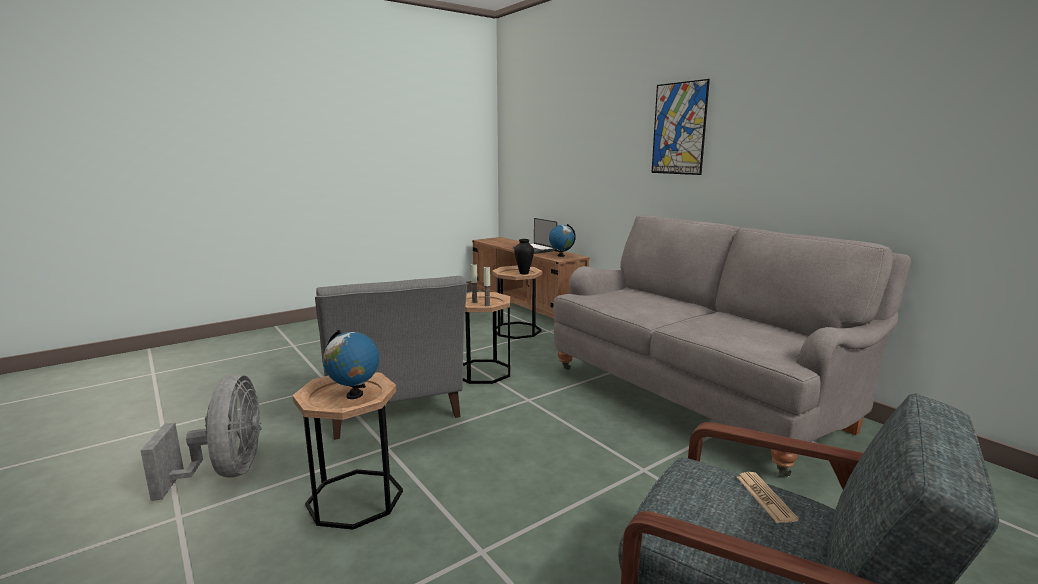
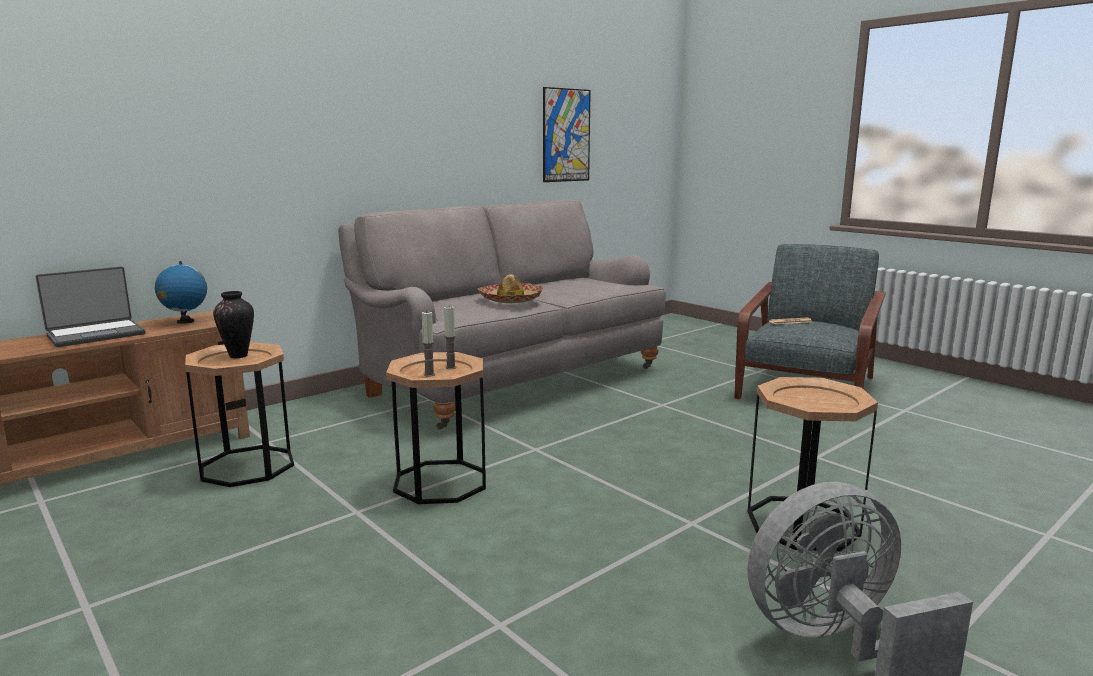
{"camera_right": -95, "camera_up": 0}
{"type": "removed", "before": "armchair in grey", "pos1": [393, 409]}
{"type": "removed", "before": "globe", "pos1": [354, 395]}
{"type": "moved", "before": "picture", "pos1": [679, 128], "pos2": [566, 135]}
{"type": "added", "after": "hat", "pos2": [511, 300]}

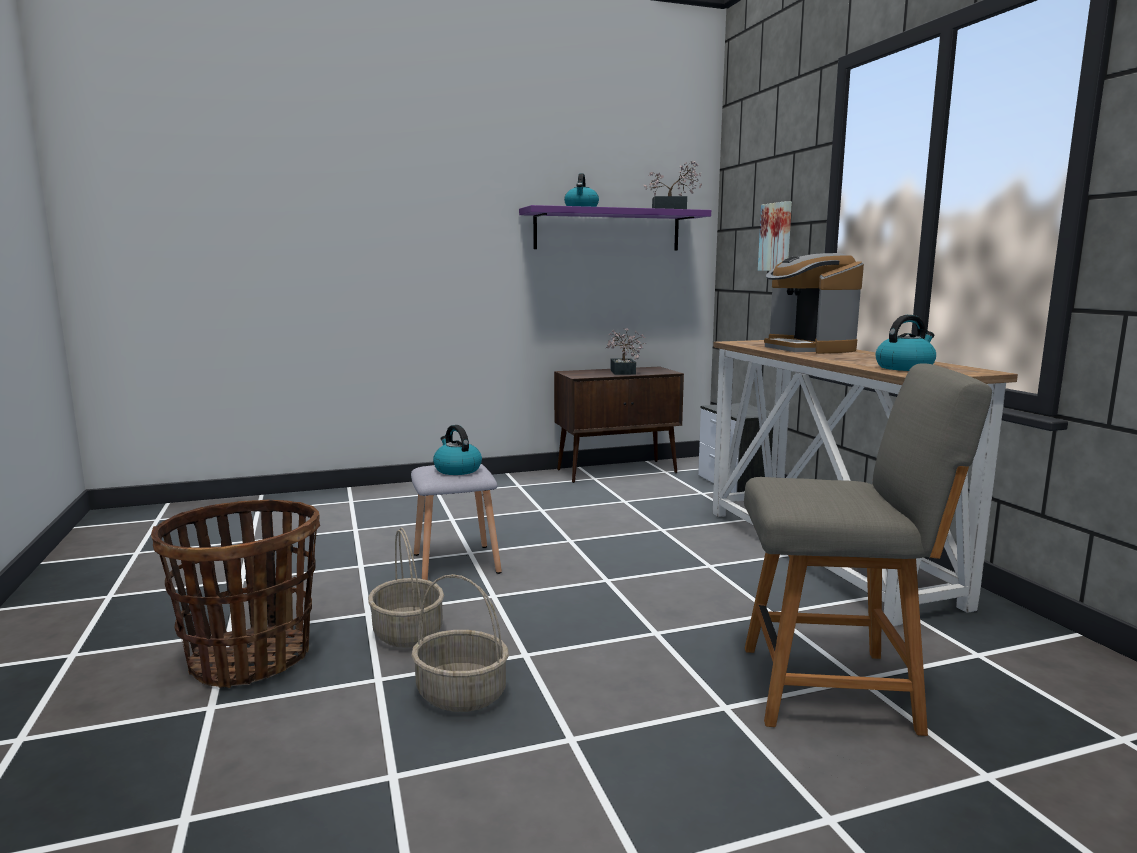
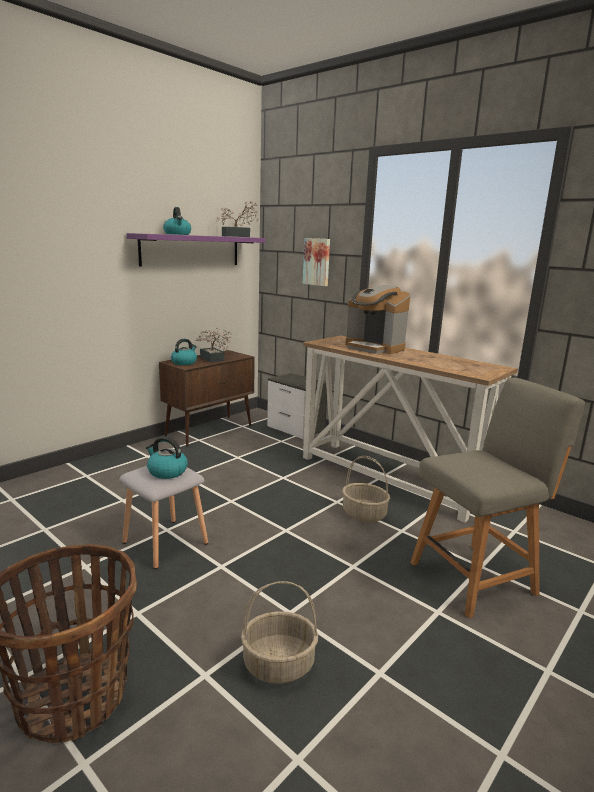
{"camera_right": -30, "camera_up": 5}
{"type": "moved", "before": "basket", "pos1": [409, 633], "pos2": [364, 514]}
{"type": "moved", "before": "kettle", "pos1": [904, 368], "pos2": [184, 362]}

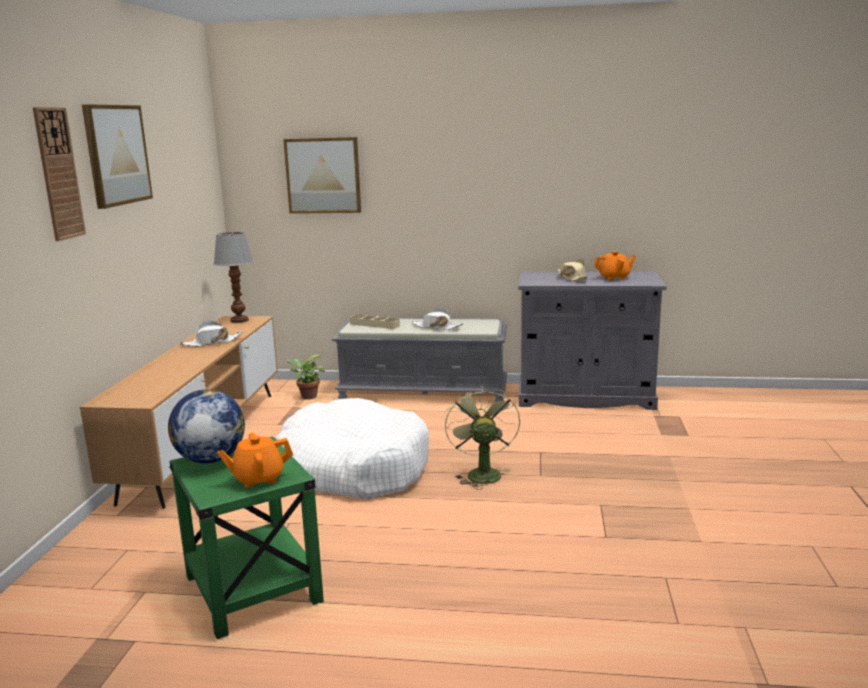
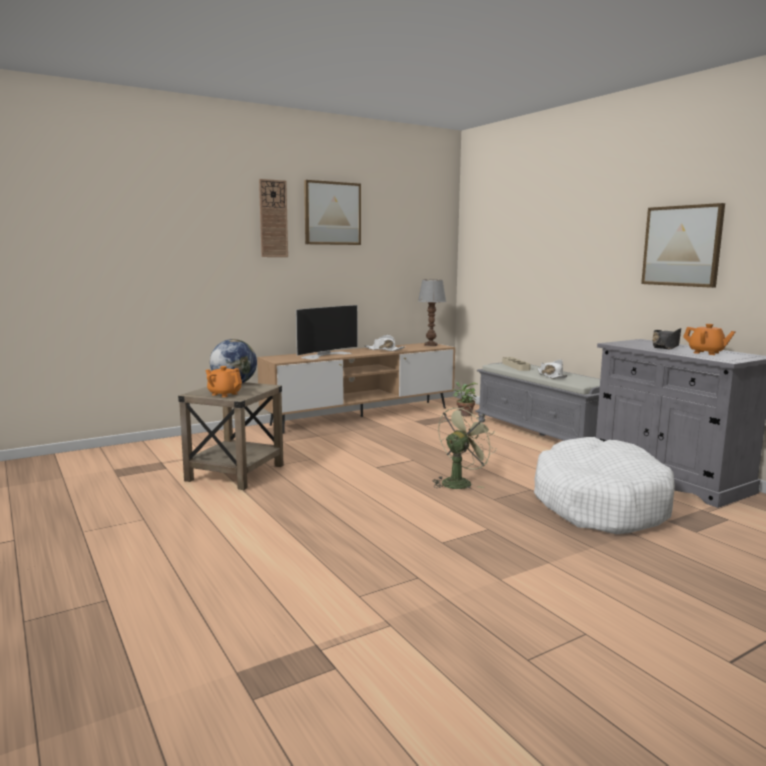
{"camera_right": 50, "camera_up": -5}
{"type": "recoloured", "before": "side table in green", "after": "side table in beige", "pos1": [252, 589], "pos2": [236, 473]}
{"type": "moved", "before": "dog bed in white", "pos1": [353, 467], "pos2": [599, 503]}
{"type": "moved", "before": "picture", "pos1": [323, 175], "pos2": [682, 246]}
{"type": "recoloured", "before": "hat in beige", "after": "hat in black", "pos1": [572, 278], "pos2": [665, 347]}
{"type": "added", "after": "television", "pos2": [325, 355]}

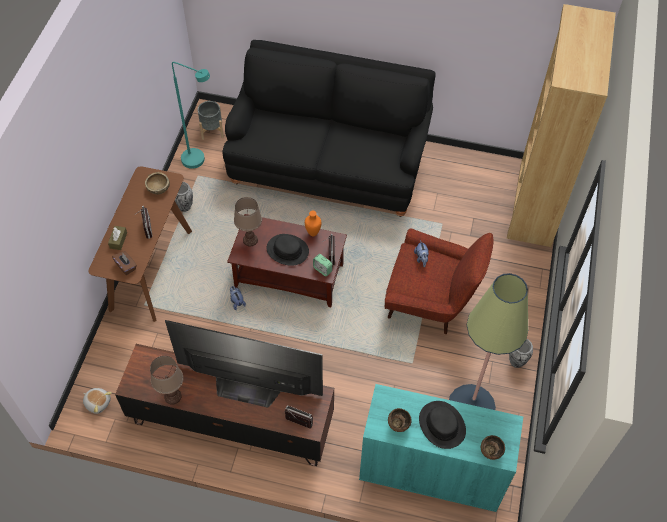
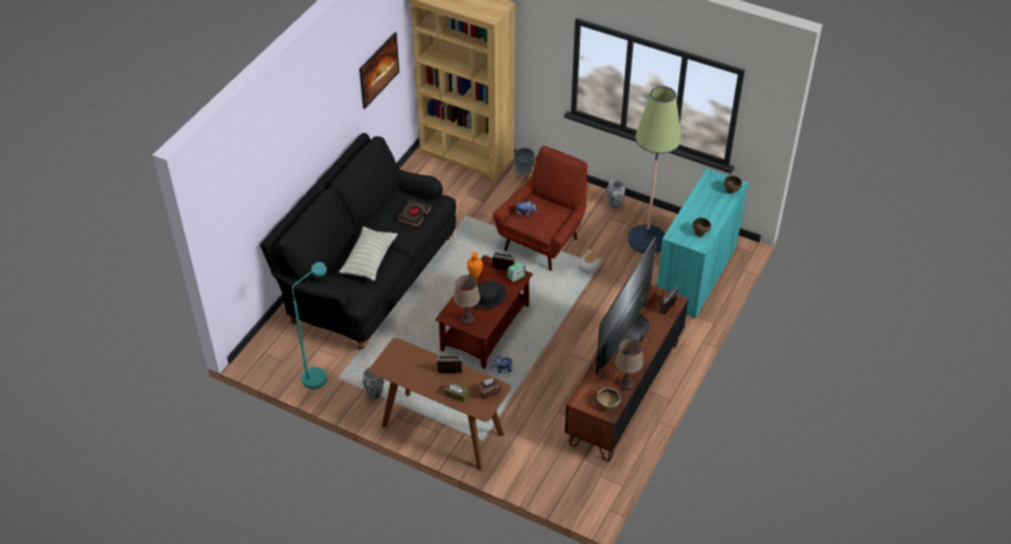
{"camera_right": -75, "camera_up": -10}
{"type": "moved", "before": "plush toy", "pos1": [98, 402], "pos2": [588, 267]}
{"type": "moved", "before": "bowl in brown", "pos1": [158, 188], "pos2": [608, 403]}
{"type": "moved", "before": "planter in grey", "pos1": [212, 130], "pos2": [524, 177]}
{"type": "removed", "before": "hat in black", "pos1": [442, 425]}
{"type": "added", "after": "pillow", "pos2": [369, 260]}
{"type": "added", "after": "picture", "pos2": [379, 80]}
{"type": "added", "after": "book in black", "pos2": [414, 215]}

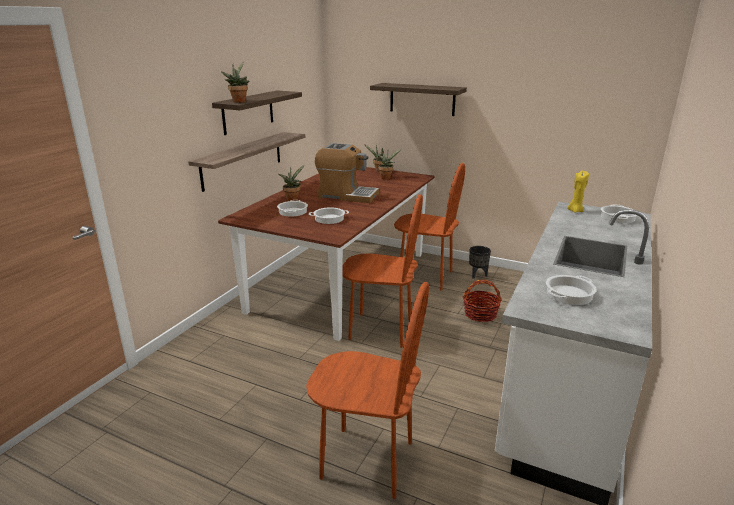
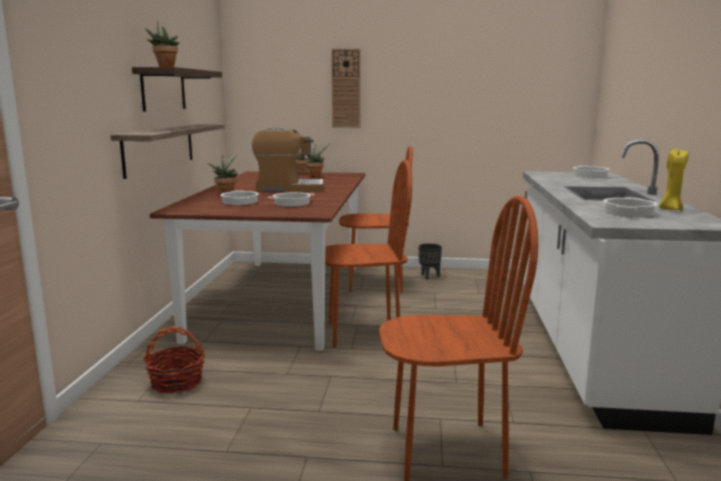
{"camera_right": -20, "camera_up": -10}
{"type": "replaced", "before": "shelf", "after": "wall clock", "pos1": [422, 99], "pos2": [346, 88]}
{"type": "moved", "before": "basket", "pos1": [480, 314], "pos2": [177, 382]}
{"type": "moved", "before": "candle in yellow", "pos1": [575, 211], "pos2": [670, 209]}

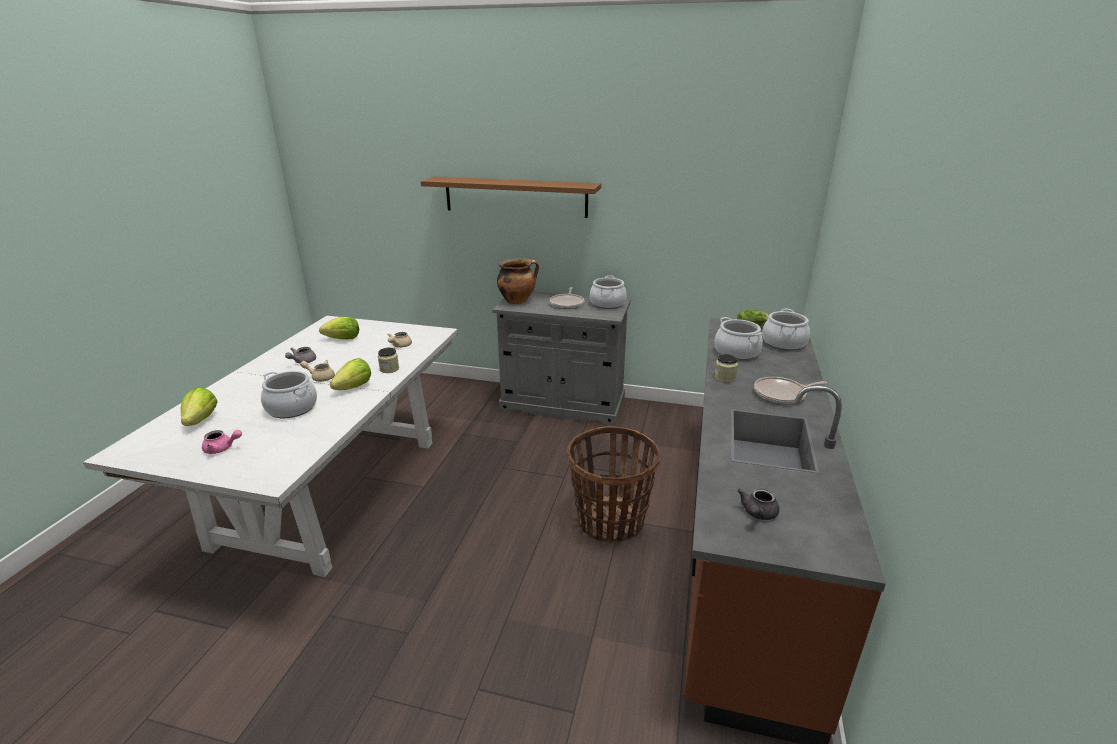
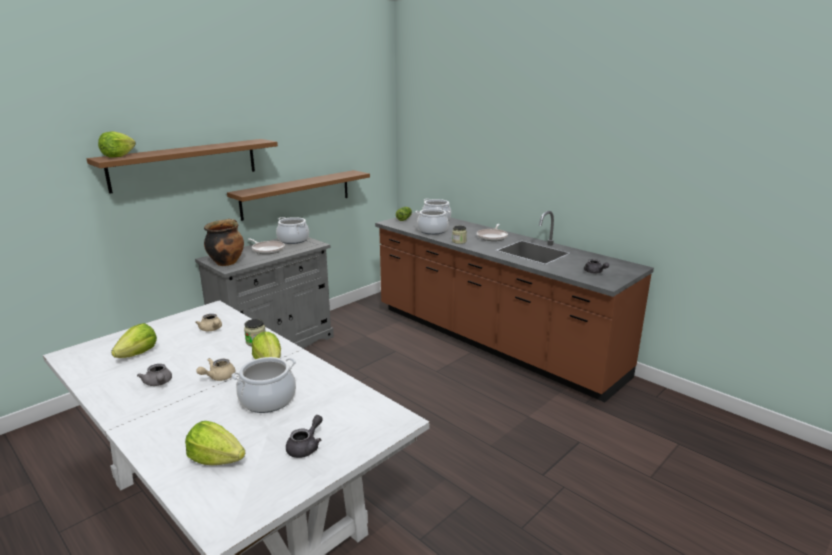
{"camera_right": -60, "camera_up": -5}
{"type": "recoloured", "before": "teapot in pink", "after": "teapot in grey", "pos1": [222, 449], "pos2": [306, 447]}
{"type": "removed", "before": "basket", "pos1": [610, 522]}
{"type": "added", "after": "lettuce", "pos2": [118, 156]}
{"type": "added", "after": "shelf in brown", "pos2": [296, 194]}

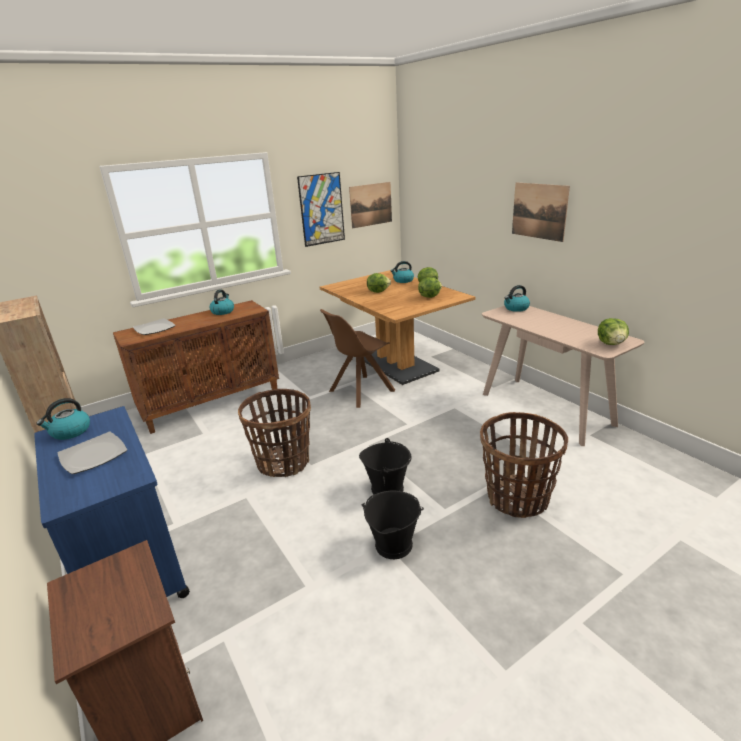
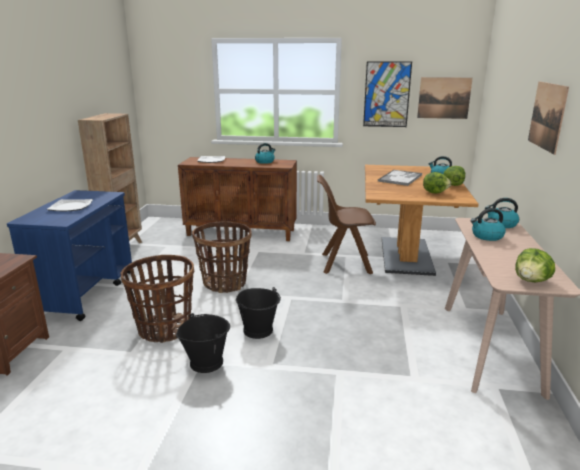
{"camera_right": 40, "camera_up": -5}
{"type": "moved", "before": "kettle", "pos1": [70, 432], "pos2": [486, 236]}
{"type": "replaced", "before": "lettuce", "after": "tray", "pos1": [378, 291], "pos2": [400, 178]}
{"type": "moved", "before": "basket", "pos1": [517, 498], "pos2": [164, 329]}

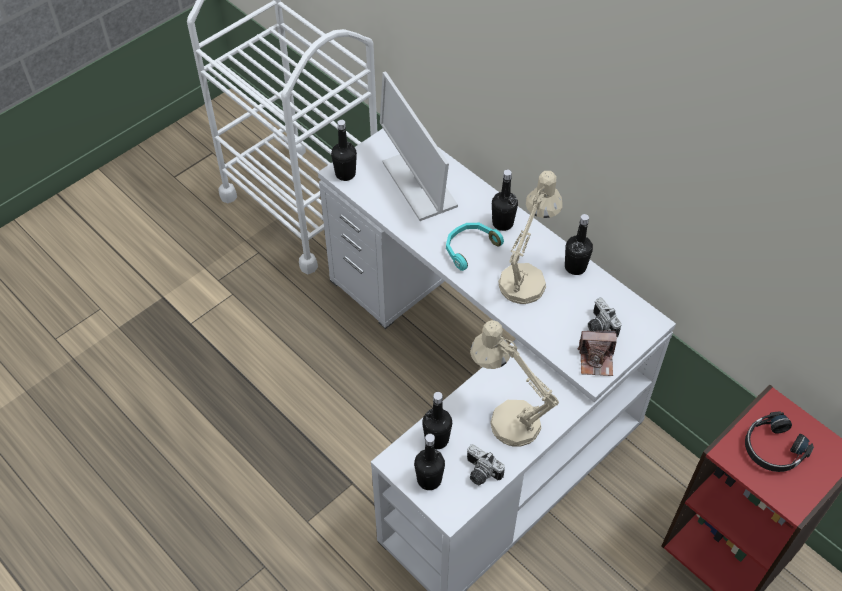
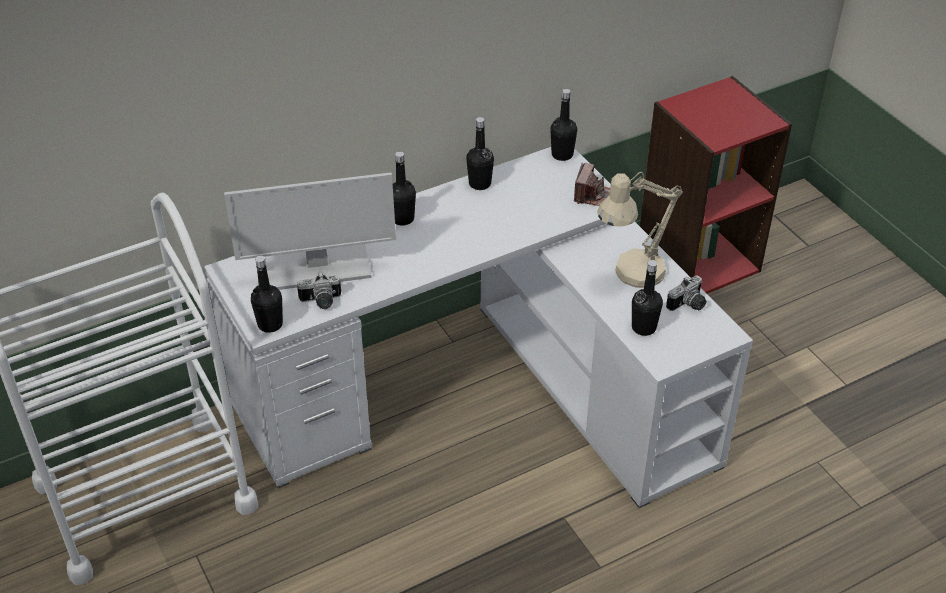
{"camera_right": -75, "camera_up": -10}
{"type": "moved", "before": "bottle in black", "pos1": [429, 479], "pos2": [562, 154]}
{"type": "removed", "before": "headphones in turquoise", "pos1": [469, 248]}
{"type": "removed", "before": "table lamp in beige", "pos1": [526, 277]}
{"type": "moved", "before": "photo camera", "pos1": [599, 326], "pos2": [321, 302]}
{"type": "removed", "before": "headphones in black", "pos1": [772, 448]}

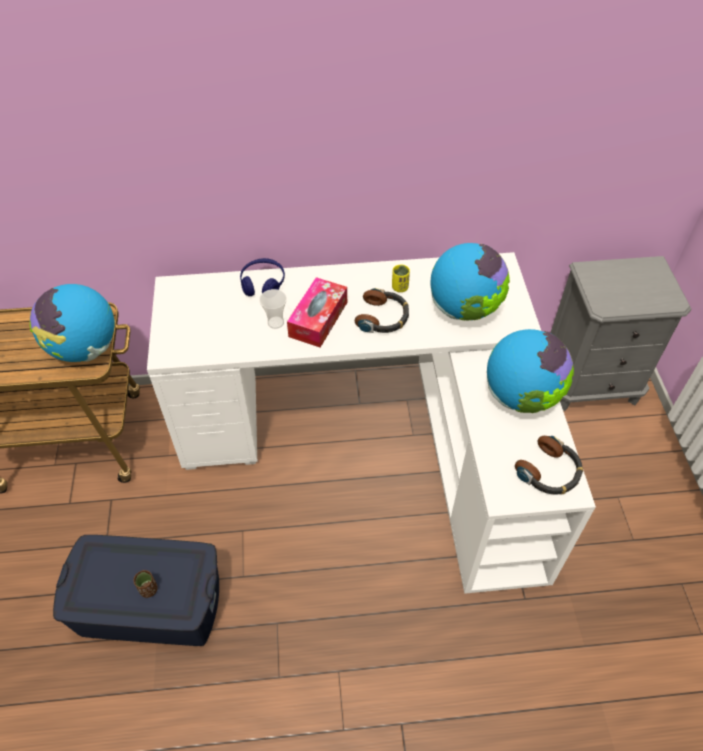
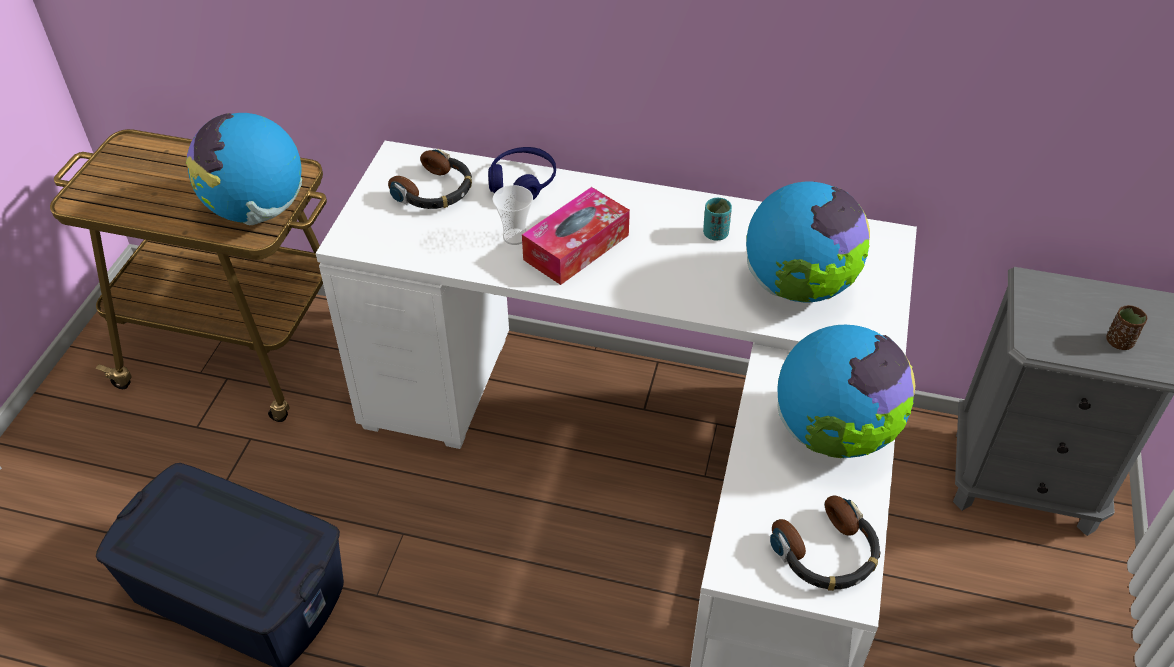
{"camera_right": 20, "camera_up": -5}
{"type": "moved", "before": "cup in brown", "pos1": [148, 589], "pos2": [1119, 342]}
{"type": "moved", "before": "headphones", "pos1": [383, 317], "pos2": [435, 191]}
{"type": "recoloured", "before": "cup in yellow", "after": "cup in turquoise", "pos1": [400, 287], "pos2": [715, 234]}

